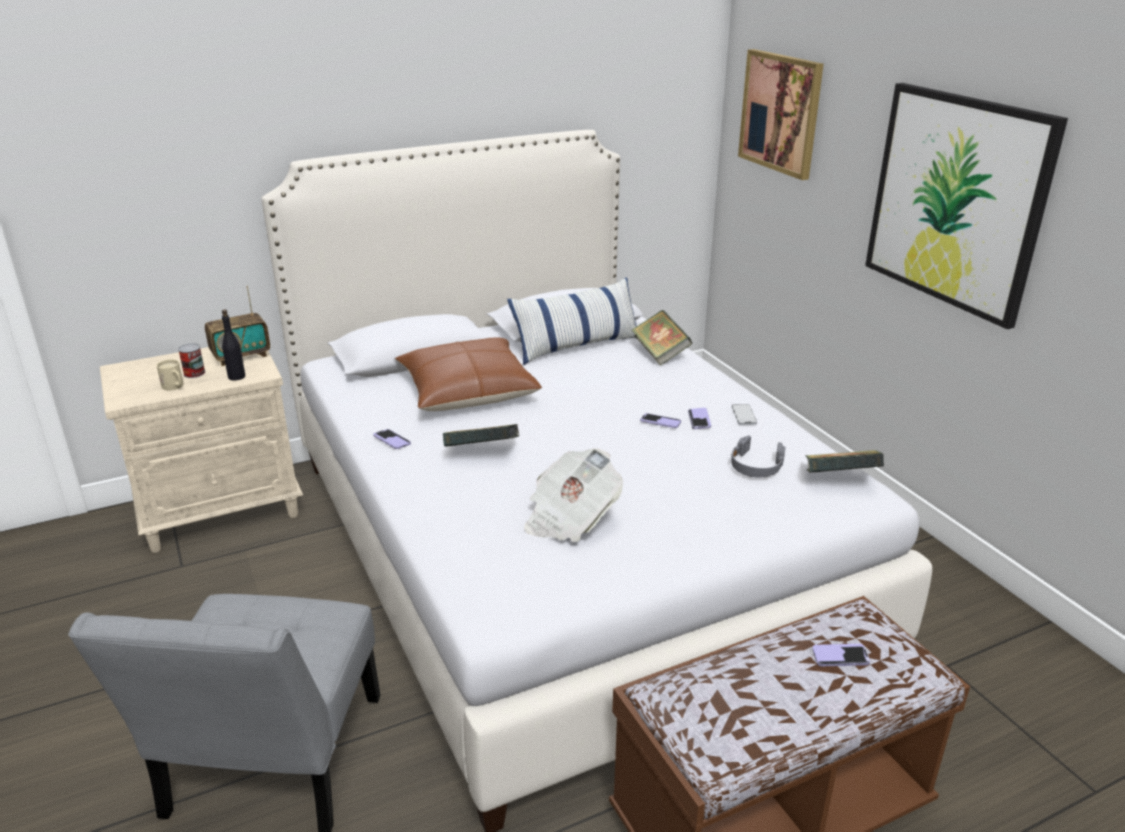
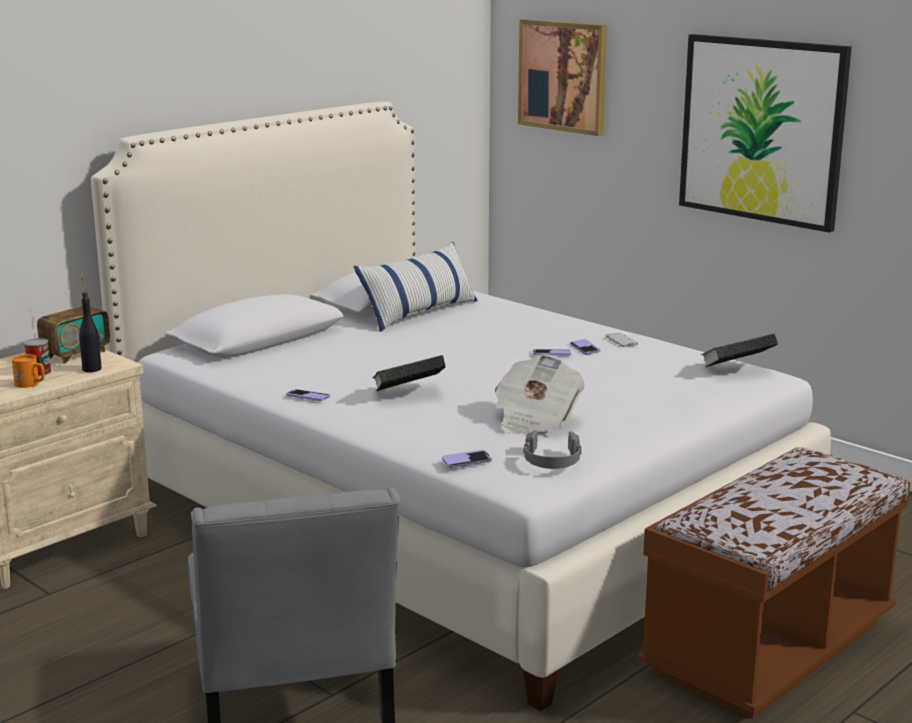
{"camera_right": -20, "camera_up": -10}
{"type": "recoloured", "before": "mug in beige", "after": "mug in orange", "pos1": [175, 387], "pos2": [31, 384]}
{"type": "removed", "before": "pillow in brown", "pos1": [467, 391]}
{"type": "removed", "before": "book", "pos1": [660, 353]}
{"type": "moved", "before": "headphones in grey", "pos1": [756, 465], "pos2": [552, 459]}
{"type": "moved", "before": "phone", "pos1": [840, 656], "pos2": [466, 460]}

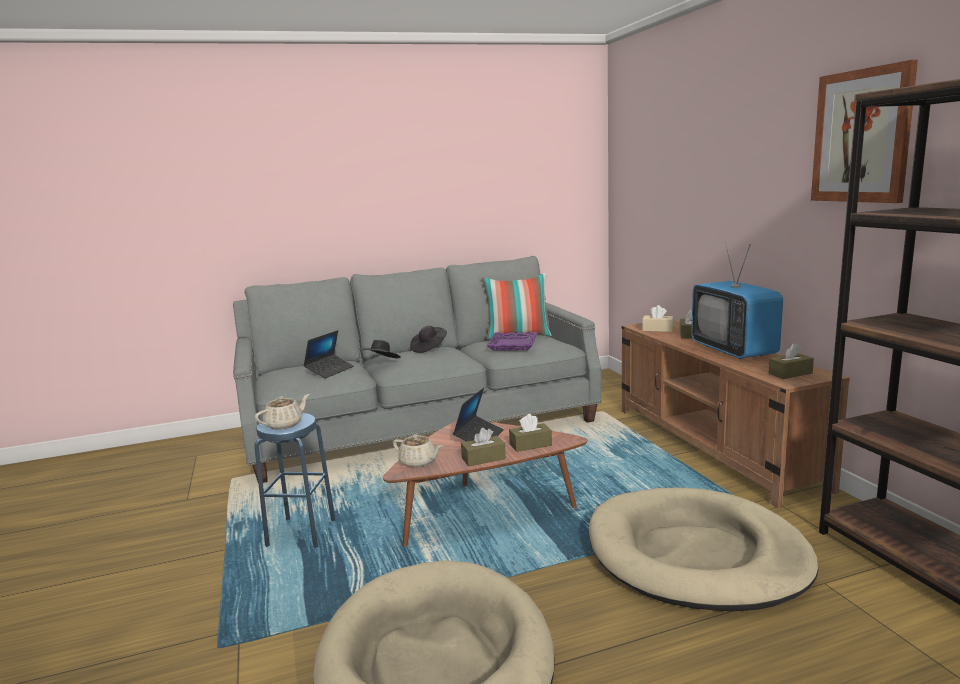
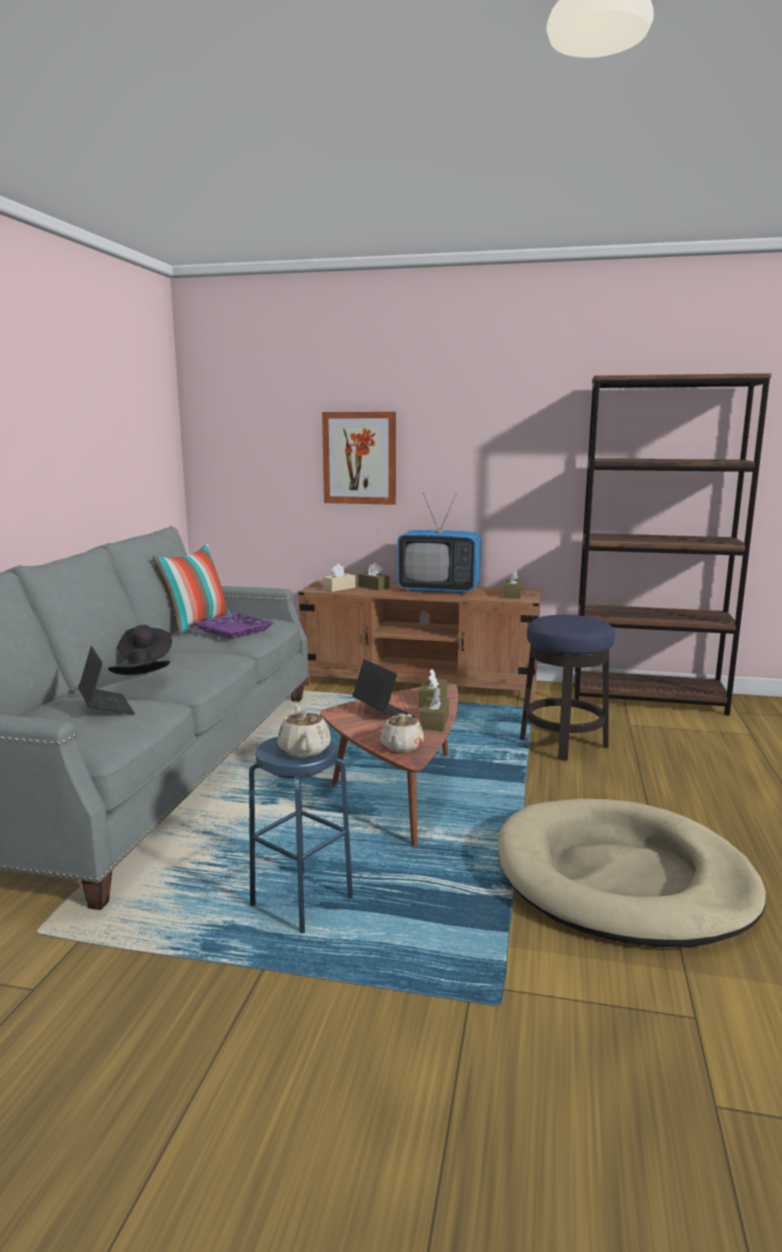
{"camera_right": -60, "camera_up": 0}
{"type": "turned", "before": "teapot in beige", "pos1": [418, 462], "pos2": [401, 747], "turn": 135}
{"type": "replaced", "before": "dog bed in beige", "after": "stool", "pos1": [696, 555], "pos2": [563, 743]}
{"type": "moved", "before": "picture", "pos1": [862, 136], "pos2": [359, 458]}

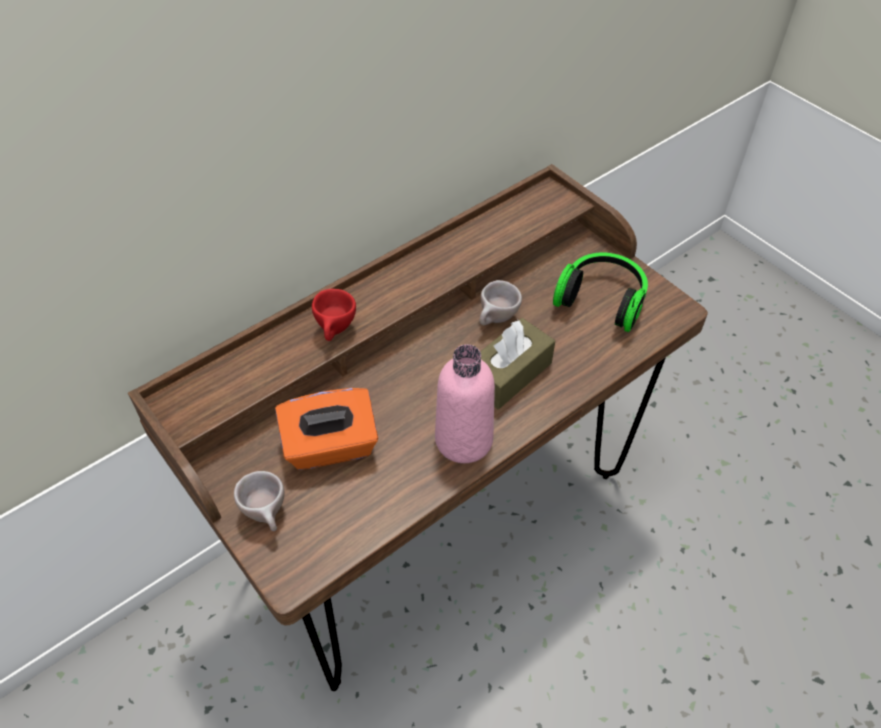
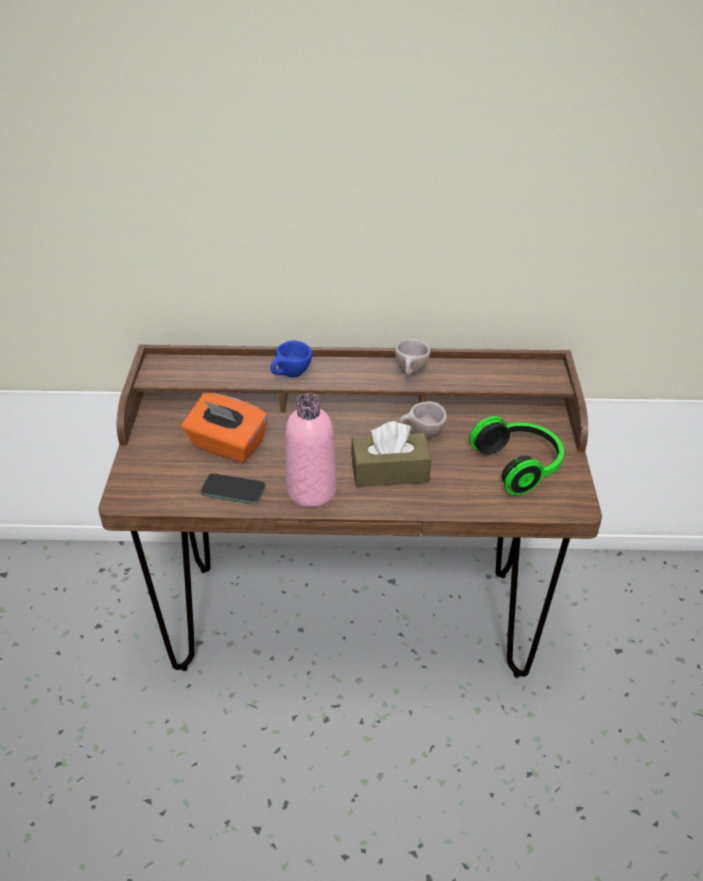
{"camera_right": 40, "camera_up": -10}
{"type": "moved", "before": "cup in beige", "pos1": [268, 515], "pos2": [410, 374]}
{"type": "recoloured", "before": "cup in red", "after": "cup in blue", "pos1": [336, 332], "pos2": [290, 376]}
{"type": "added", "after": "phone", "pos2": [233, 490]}

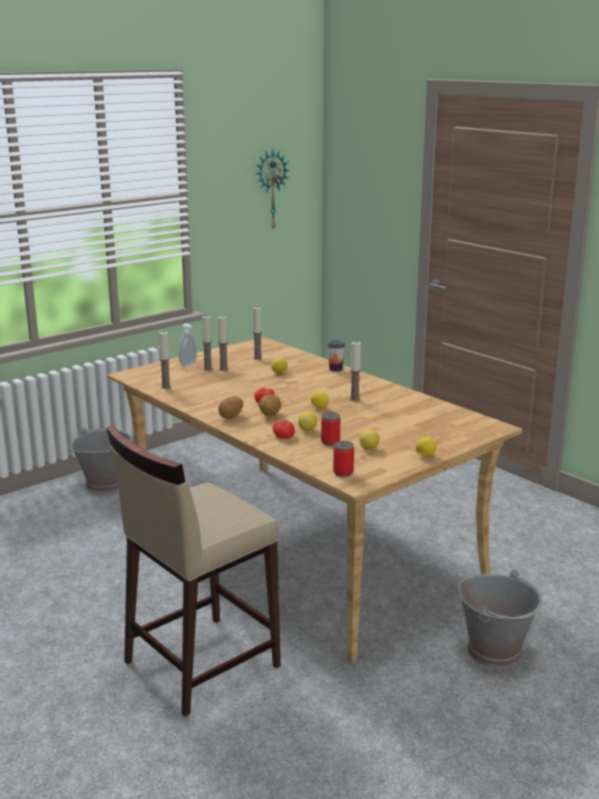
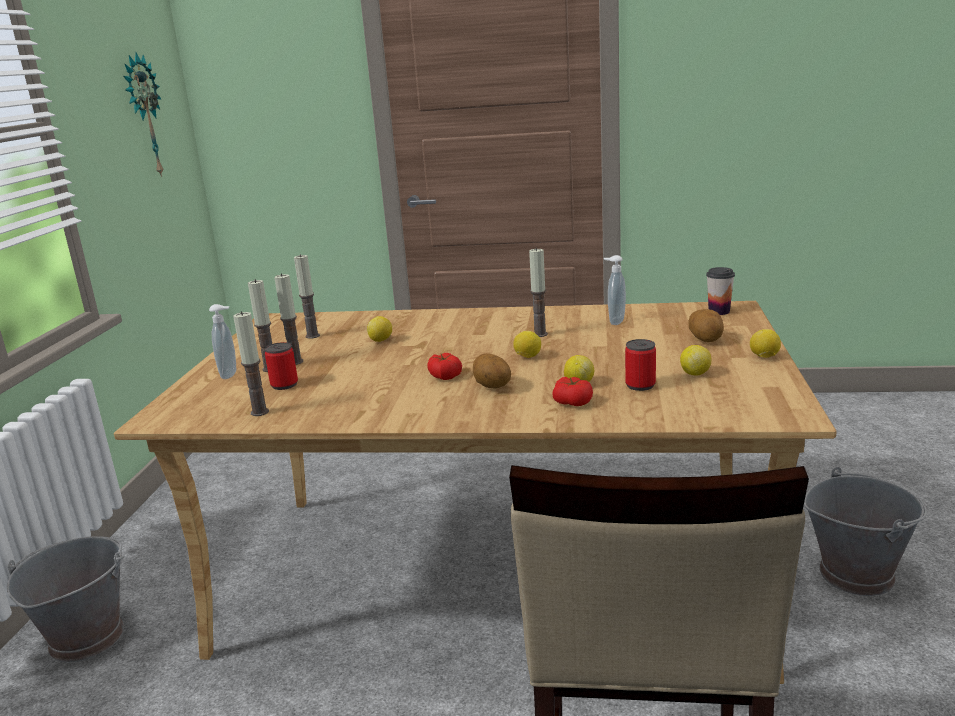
{"camera_right": -40, "camera_up": 0}
{"type": "moved", "before": "potato", "pos1": [231, 417], "pos2": [706, 340]}
{"type": "moved", "before": "cup", "pos1": [335, 369], "pos2": [719, 311]}
{"type": "moved", "before": "can", "pos1": [343, 473], "pos2": [284, 385]}
{"type": "added", "after": "soap dispenser", "pos2": [615, 321]}

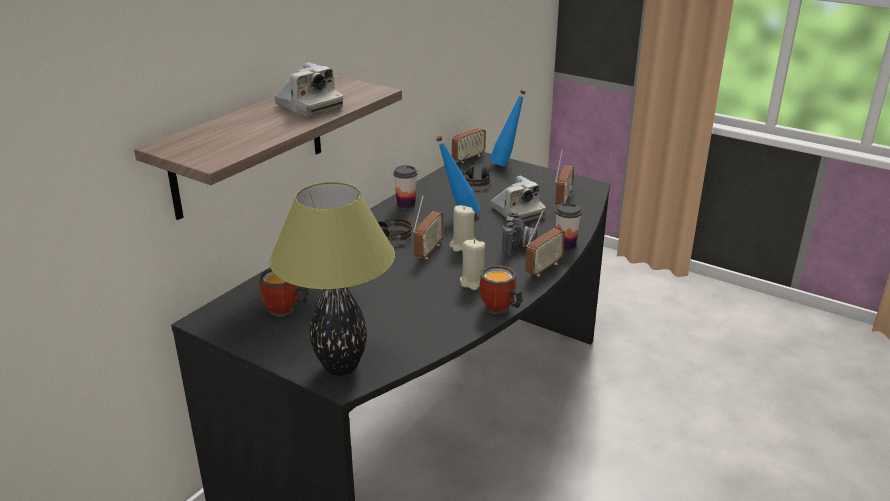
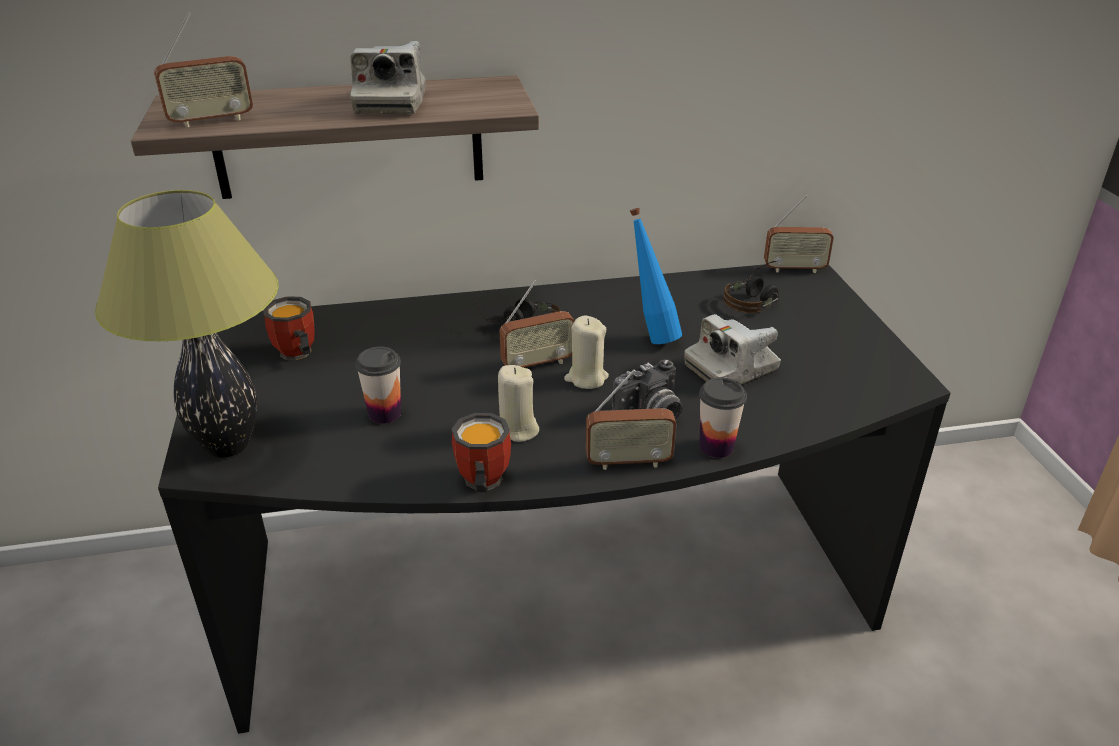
{"camera_right": 45, "camera_up": 5}
{"type": "moved", "before": "cup", "pos1": [406, 204], "pos2": [384, 413]}
{"type": "removed", "before": "bottle in blue", "pos1": [506, 164]}
{"type": "turned", "before": "photo camera", "pos1": [516, 212], "pos2": [731, 368], "turn": 45}
{"type": "moved", "before": "radio", "pos1": [562, 200], "pos2": [211, 121]}

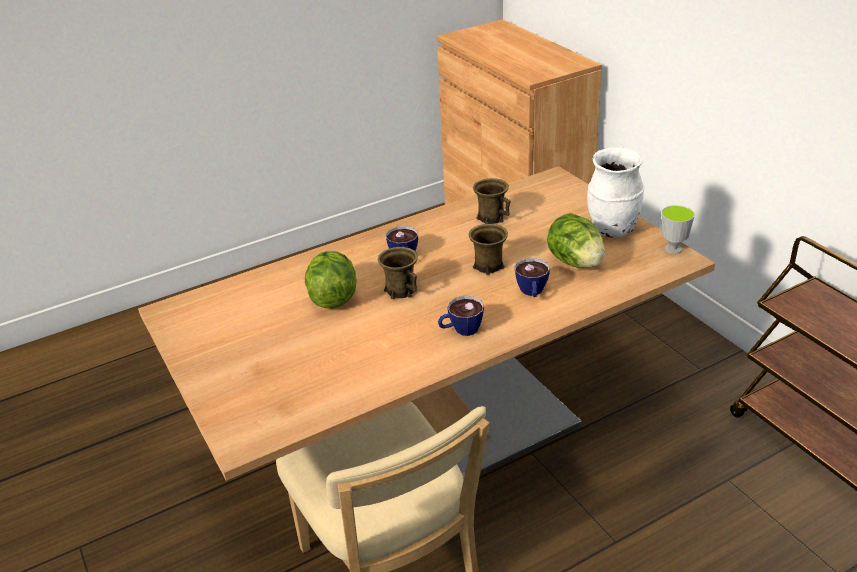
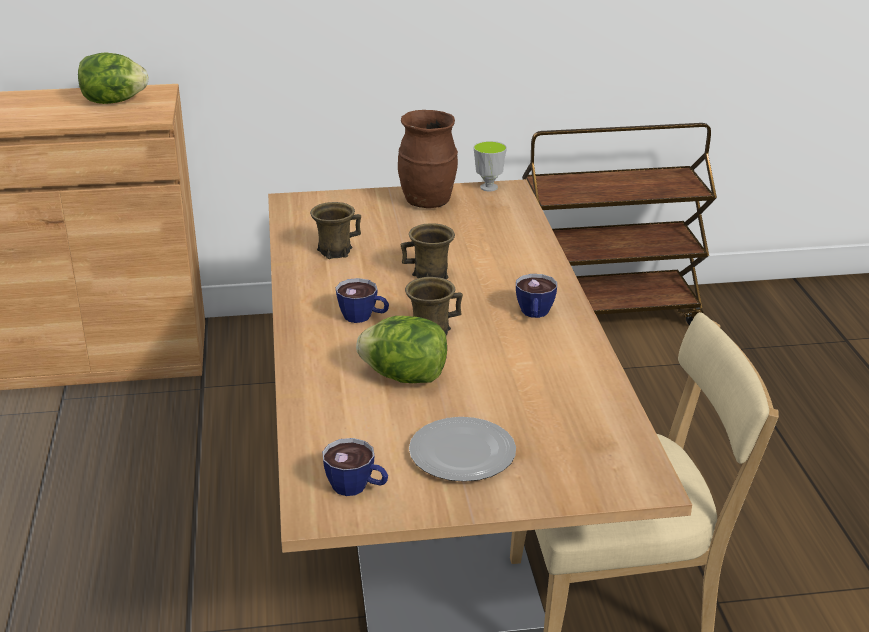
{"camera_right": -70, "camera_up": -5}
{"type": "moved", "before": "cup", "pos1": [532, 292], "pos2": [357, 487]}
{"type": "moved", "before": "lettuce", "pos1": [575, 262], "pos2": [113, 101]}
{"type": "recoloured", "before": "vase in white", "after": "vase in brown", "pos1": [612, 230], "pos2": [428, 202]}
{"type": "added", "after": "plate", "pos2": [460, 453]}

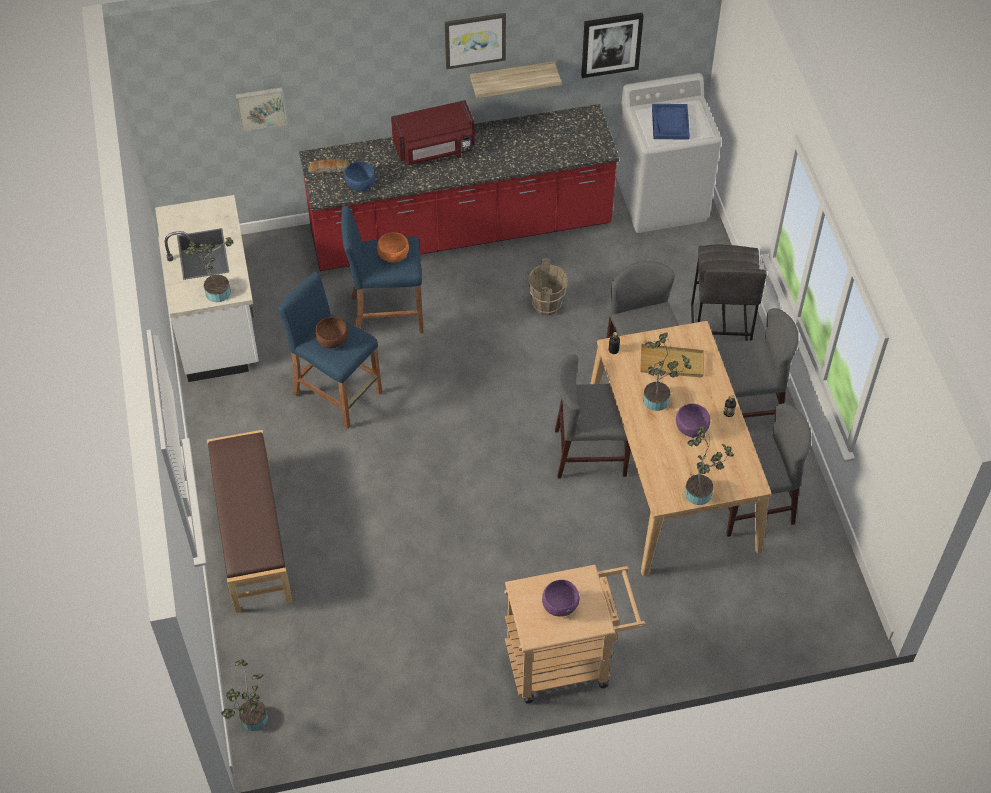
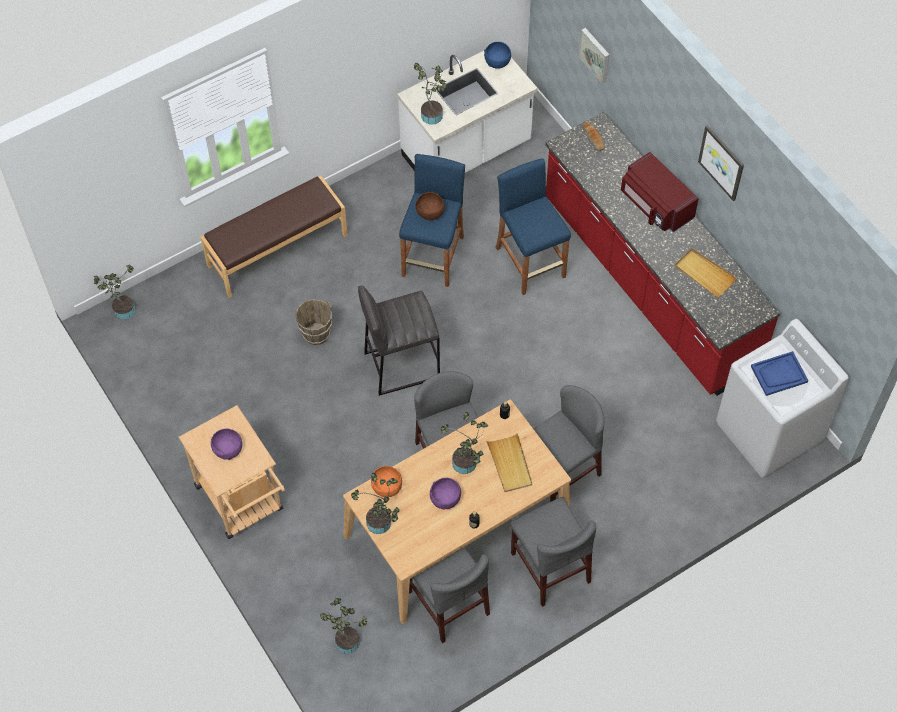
{"camera_right": 70, "camera_up": 5}
{"type": "moved", "before": "bowl in blue", "pos1": [360, 184], "pos2": [497, 62]}
{"type": "moved", "before": "bowl in orange", "pos1": [393, 255], "pos2": [386, 486]}
{"type": "removed", "before": "shelf", "pos1": [512, 78]}
{"type": "moved", "before": "bucket in brown", "pos1": [547, 305], "pos2": [316, 335]}
{"type": "removed", "before": "picture", "pos1": [611, 44]}
{"type": "moved", "before": "stool in grey", "pos1": [718, 332], "pos2": [401, 365]}
{"type": "added", "after": "potted plant", "pos2": [346, 639]}
{"type": "added", "after": "tray in beige", "pos2": [704, 274]}

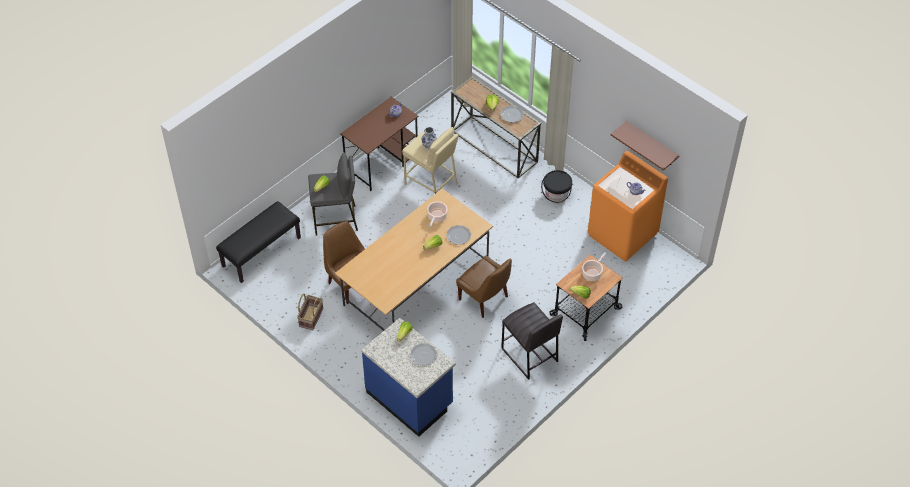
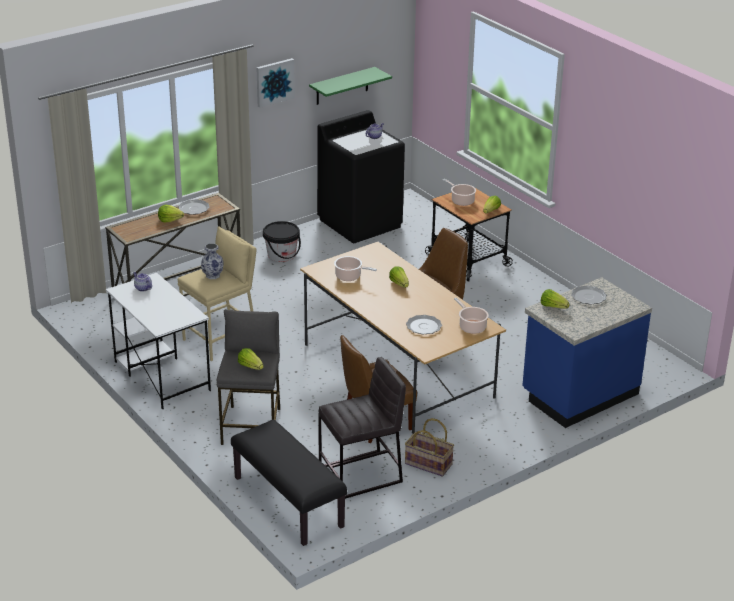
{"camera_right": -80, "camera_up": -20}
{"type": "recoloured", "before": "desk in brown", "after": "desk in white", "pos1": [382, 163], "pos2": [161, 375]}
{"type": "moved", "before": "plate", "pos1": [458, 236], "pos2": [424, 326]}
{"type": "moved", "before": "stool in grey", "pos1": [529, 355], "pos2": [361, 475]}
{"type": "recoloured", "before": "washing machine in orange", "after": "washing machine in black", "pos1": [623, 234], "pos2": [360, 223]}
{"type": "recoloured", "before": "shelf in brown", "after": "shelf in green", "pos1": [651, 144], "pos2": [342, 86]}
{"type": "added", "after": "picture", "pos2": [274, 82]}
{"type": "added", "after": "cooking pot", "pos2": [471, 327]}

